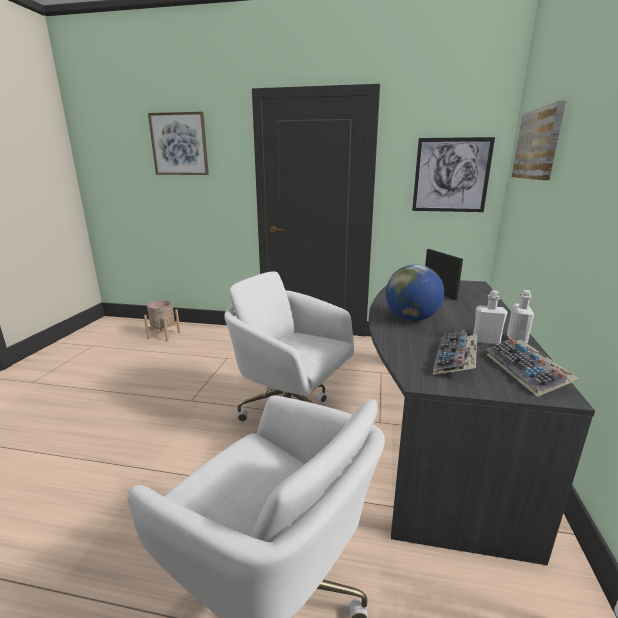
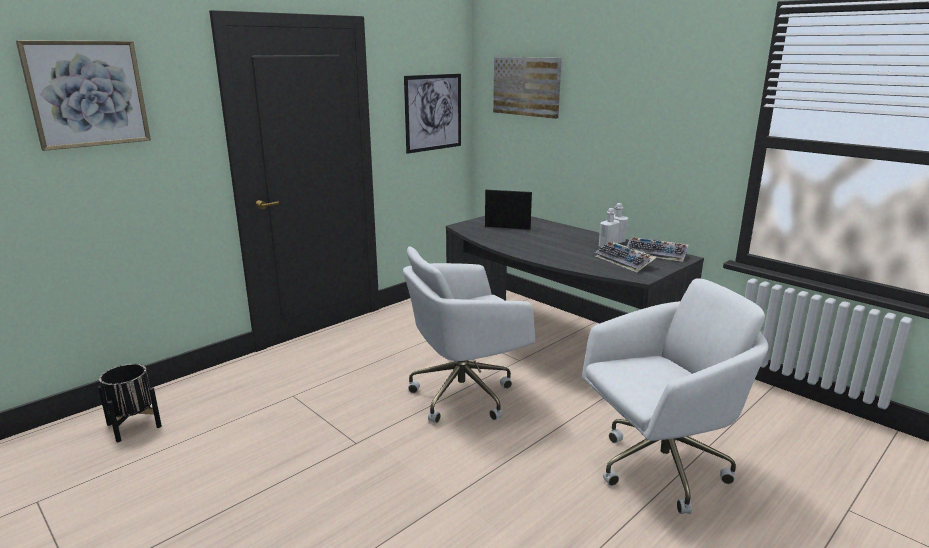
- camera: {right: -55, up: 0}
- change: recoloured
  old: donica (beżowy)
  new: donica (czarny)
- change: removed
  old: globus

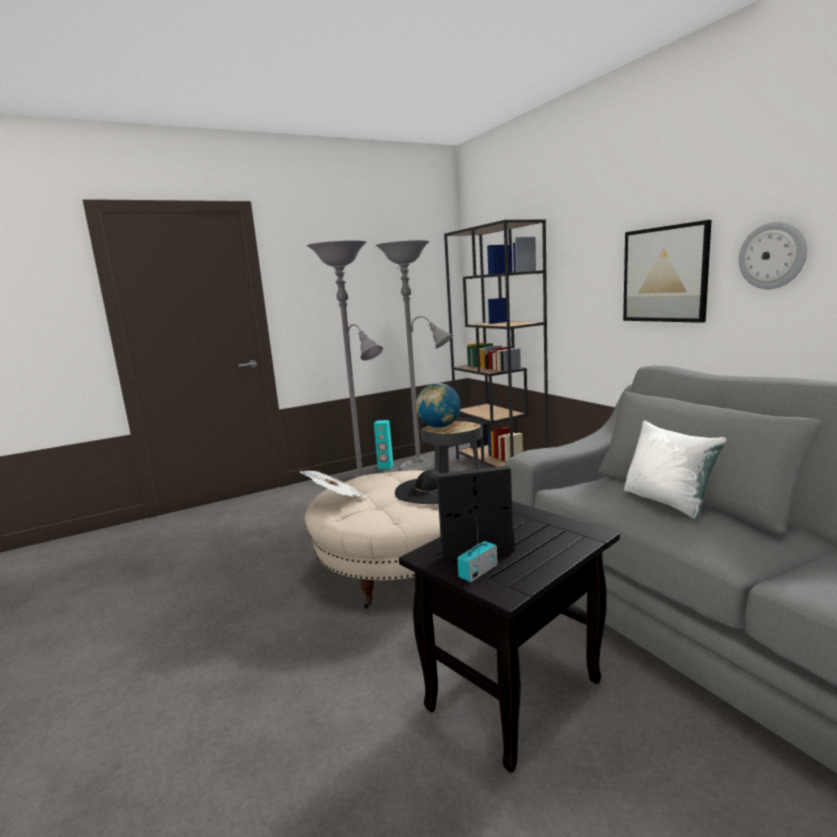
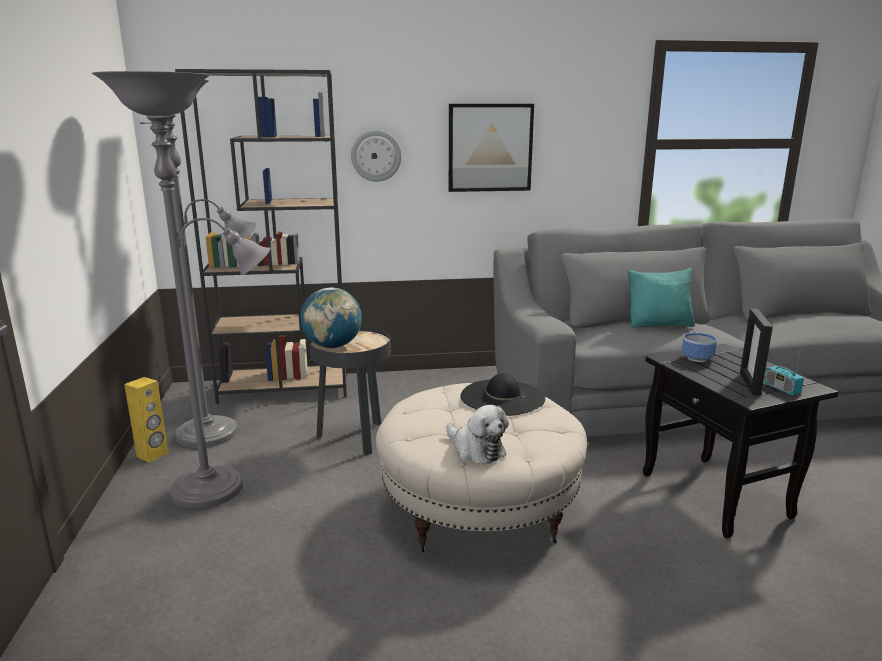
- camera: {right: -70, up: 5}
- change: recoloured
  old: głośnik (turkusowy)
  new: głośnik (żółty)
- change: moved
  old: zegar ścienny
- change: replaced
  old: gazeta
  new: pluszak
- change: recoloured
  old: poduszka (biały)
  new: poduszka (turkusowy)
- change: added
  new: miska

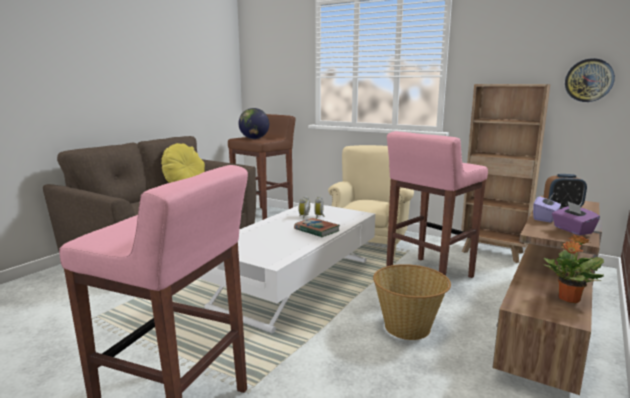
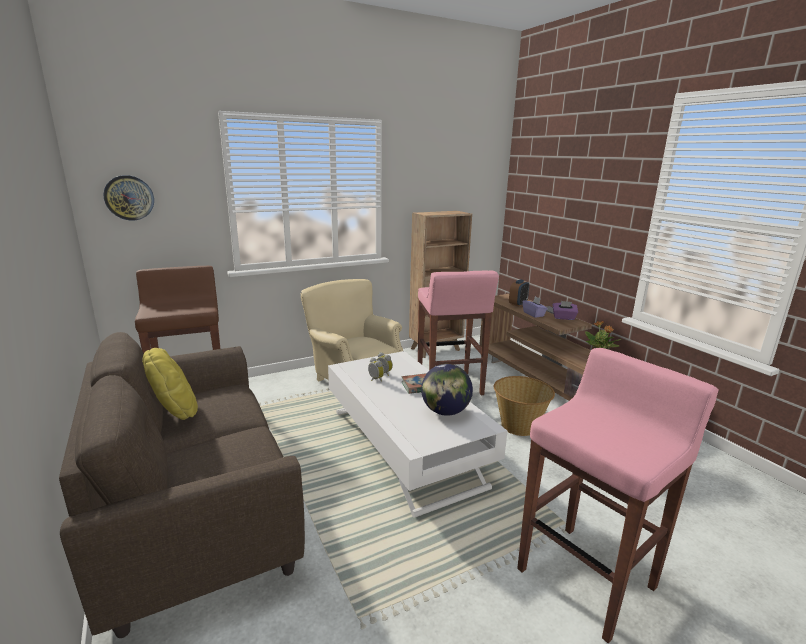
- camera: {right: -60, up: 5}
- change: moved
  old: zegar ścienny
- change: moved
  old: globus

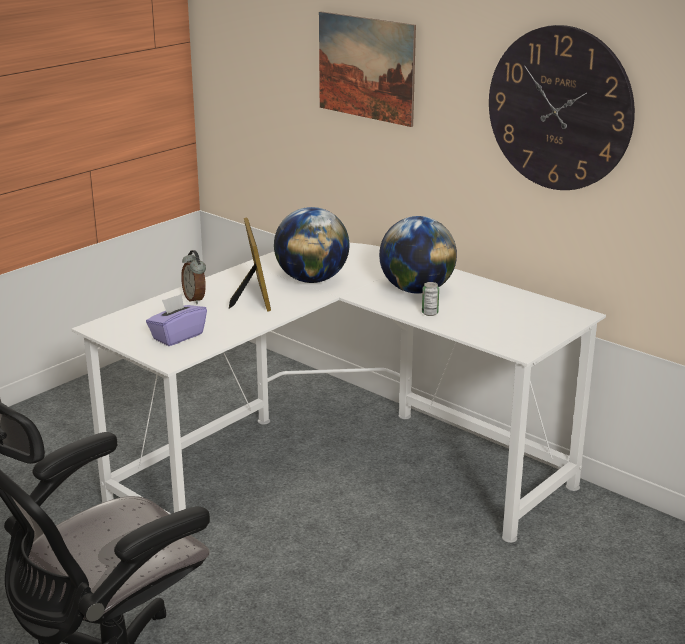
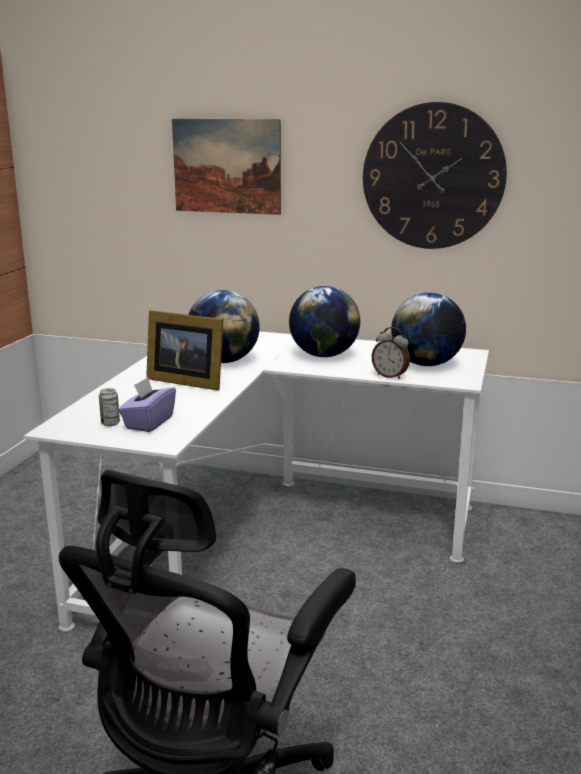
- camera: {right: -25, up: -5}
- change: moved
  old: puszka
- change: turned
  old: ramka na zdjęcie
  degrees: 150
- change: moved
  old: budzik
- change: added
  new: globus (3rd from left)

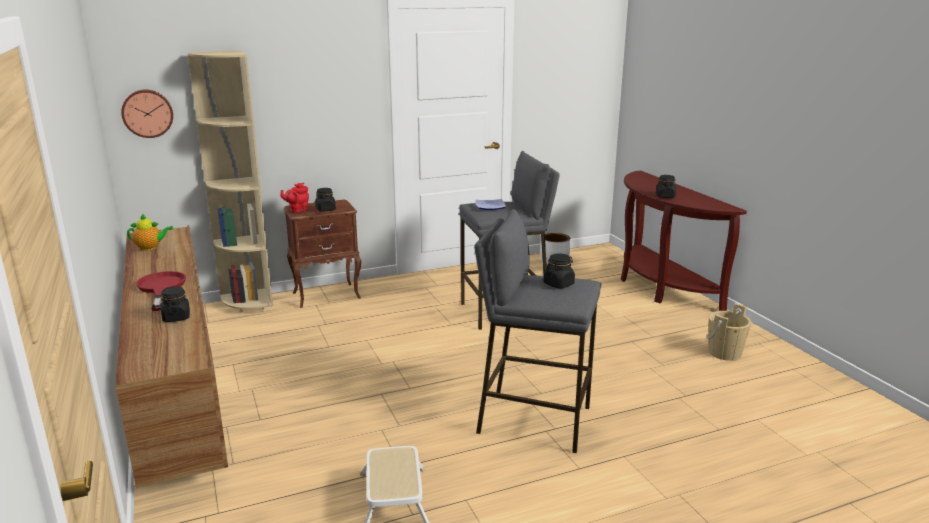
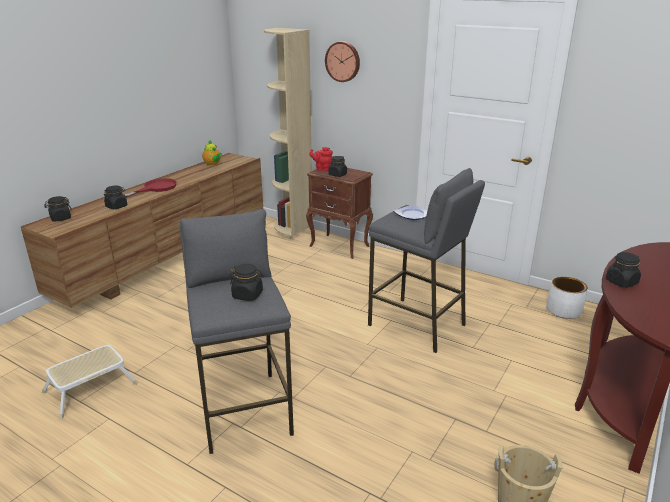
- camera: {right: 55, up: 5}
- change: added
  new: słoik (czarny) (1st from left)
- change: moved
  old: zegar ścienny

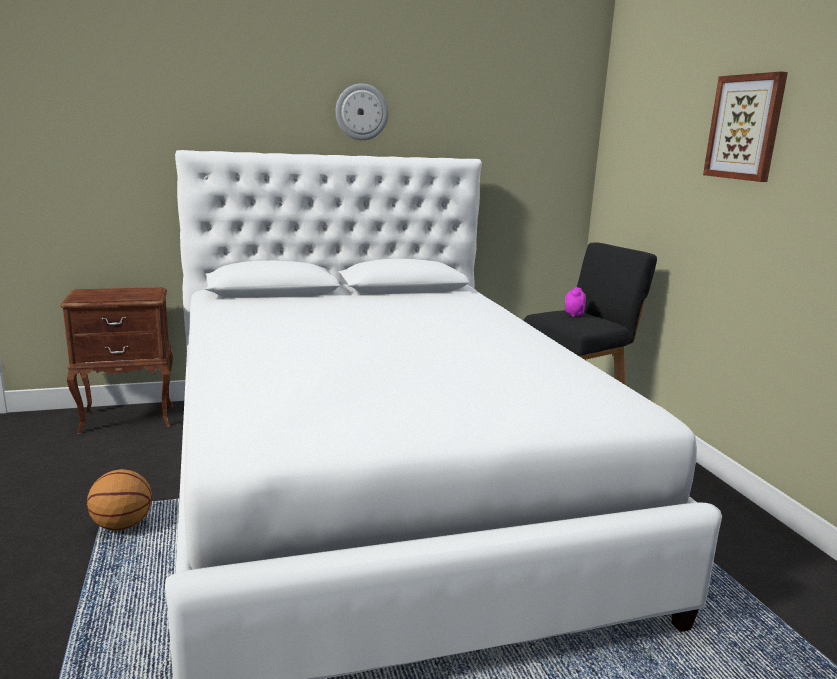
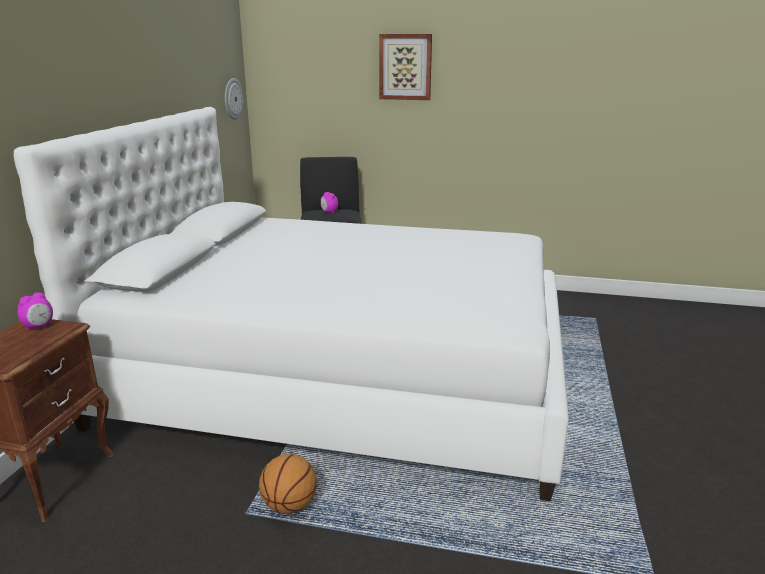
- camera: {right: -60, up: 5}
- change: added
  new: budzik (1st from left)
- change: moved
  old: zegar ścienny

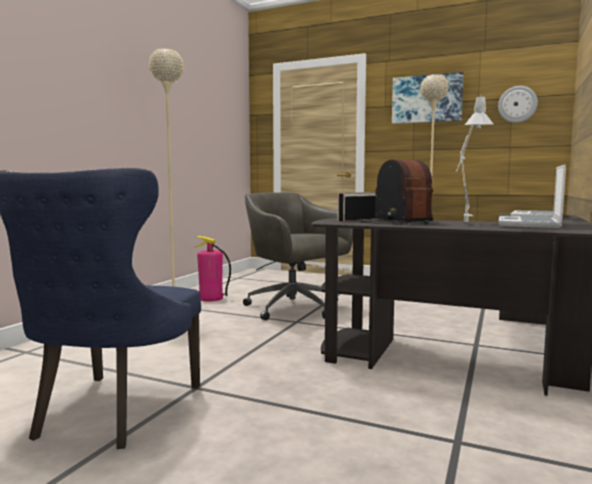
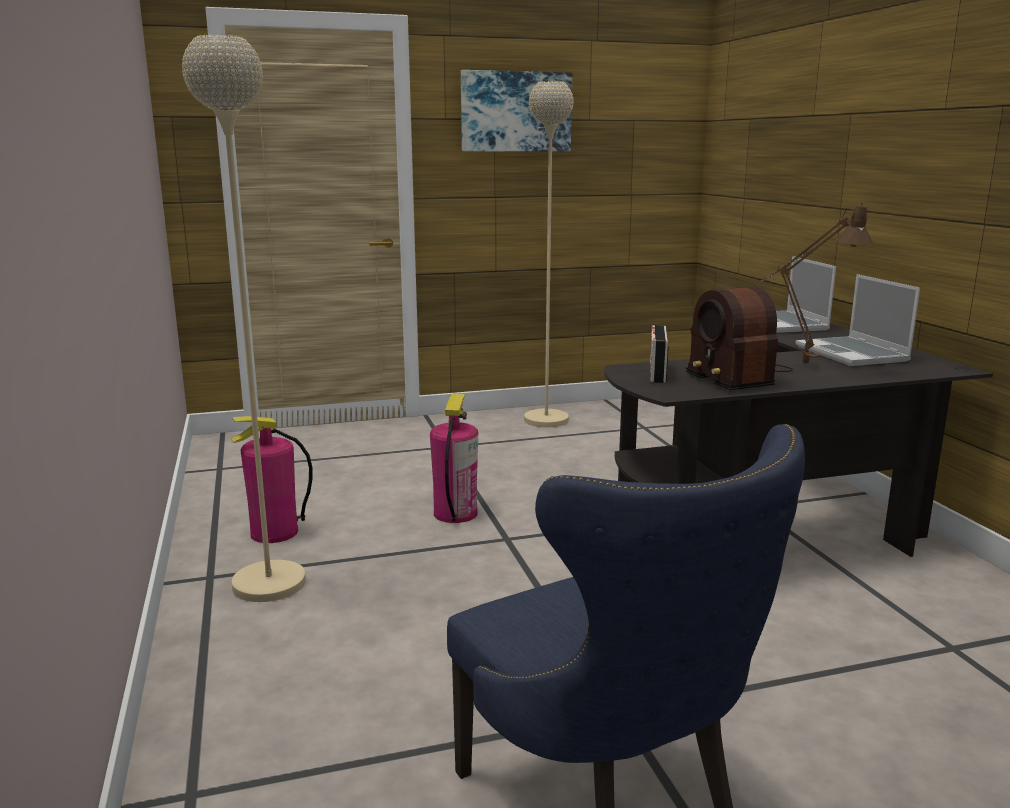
- camera: {right: -40, up: 10}
- change: replaced
  old: krzesło biurowe (szary)
  new: gaśnica (2nd from left)
- change: turned
  old: radio (2nd from left)
  degrees: -135
- change: recoloured
  old: lampa stołowa (szary)
  new: lampa stołowa (brązowy)
- change: removed
  old: zegar ścienny

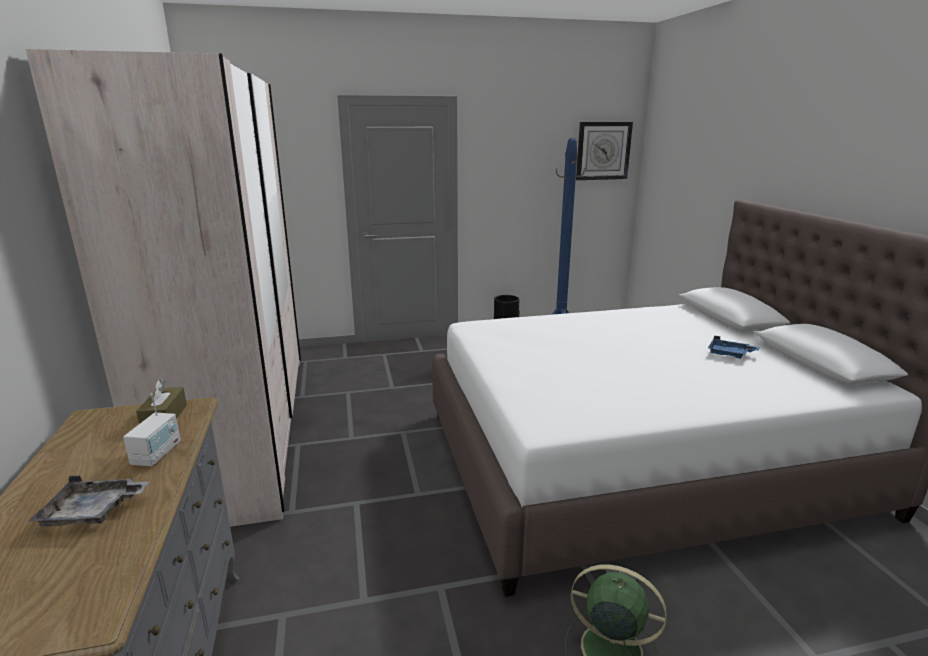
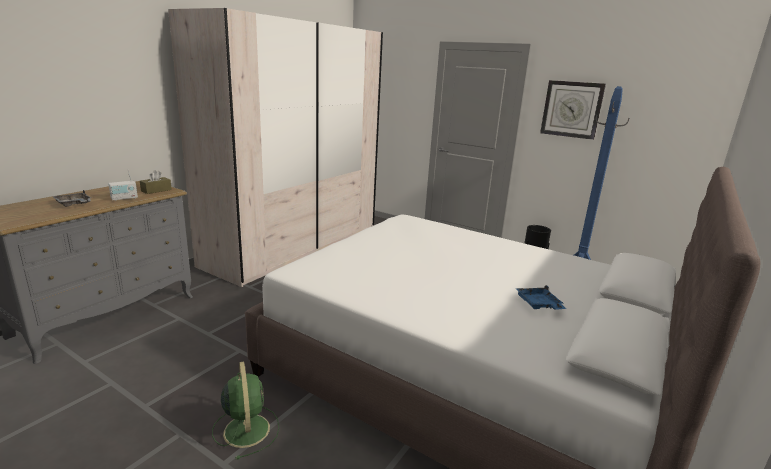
- camera: {right: 45, up: 0}
- change: moved
  old: zegar ścienny

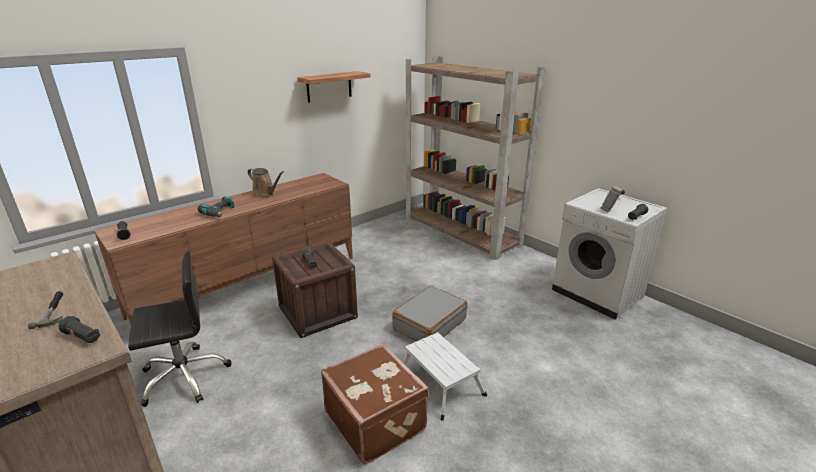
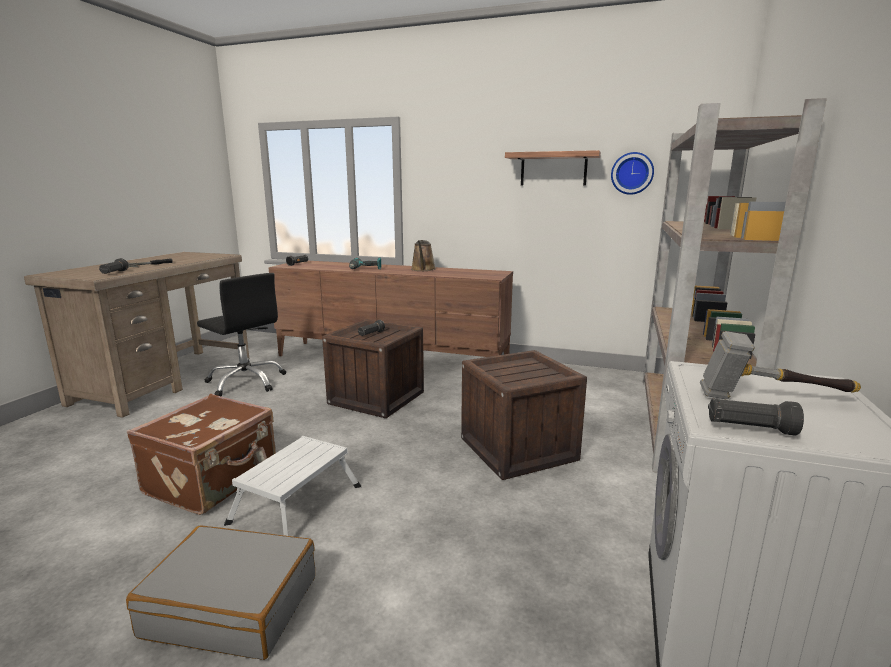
- camera: {right: 60, up: -10}
- change: moved
  old: walizka (szary)
- change: added
  new: skrzynka (2nd from left)
- change: added
  new: zegar ścienny

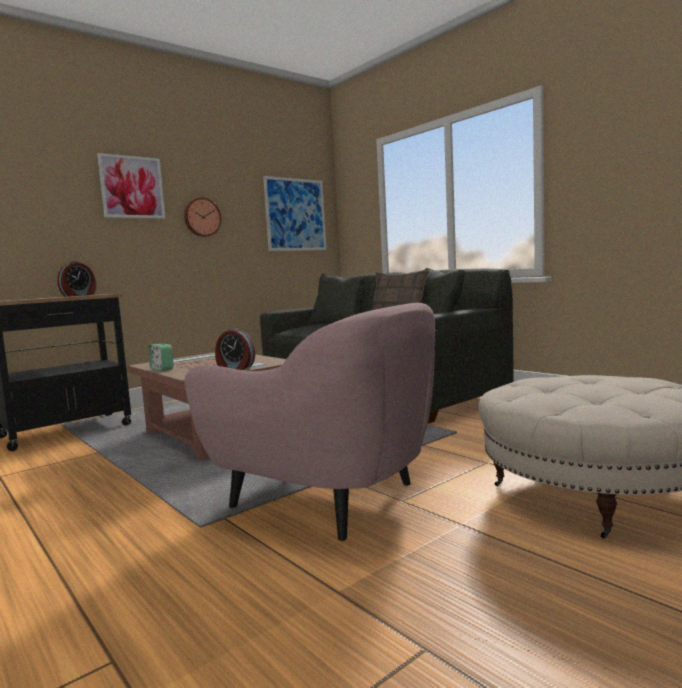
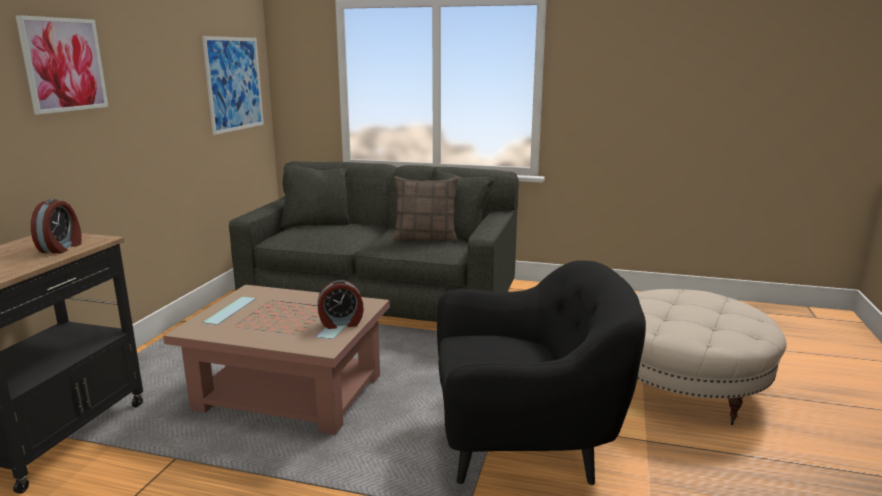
- camera: {right: -35, up: 10}
- change: recoloured
  old: fotel (różowy)
  new: fotel (czarny)
- change: removed
  old: budzik (2nd from left)
- change: removed
  old: zegar ścienny

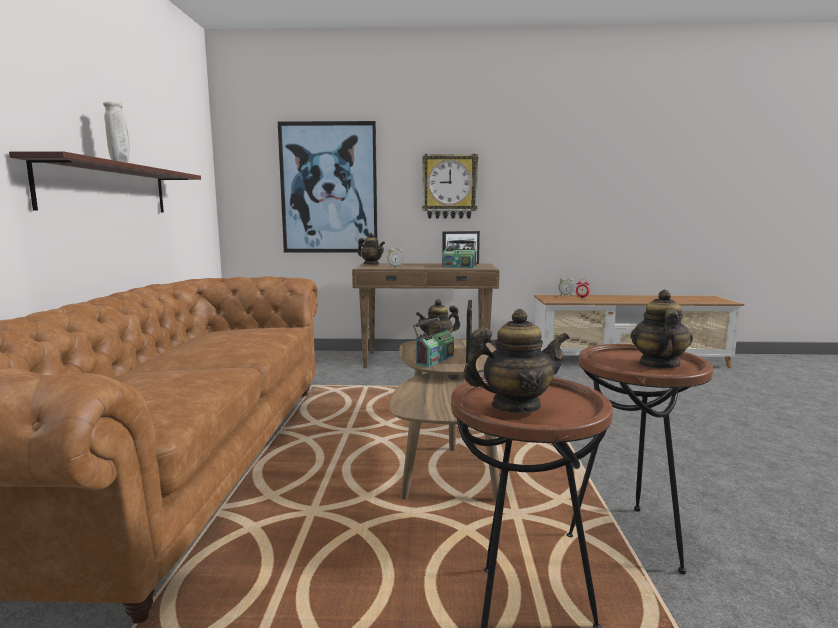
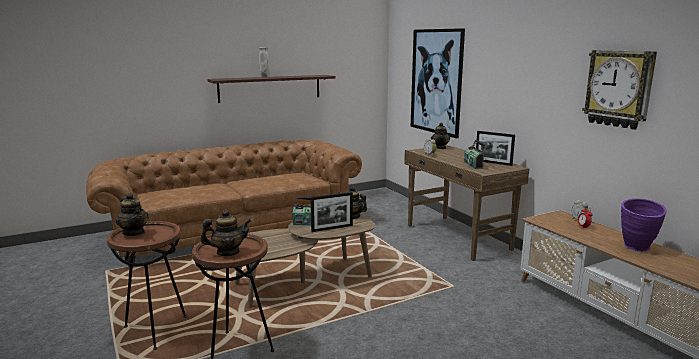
- camera: {right: 60, up: 5}
- change: moved
  old: zegar ścienny
- change: added
  new: wazon (fioletowy)

